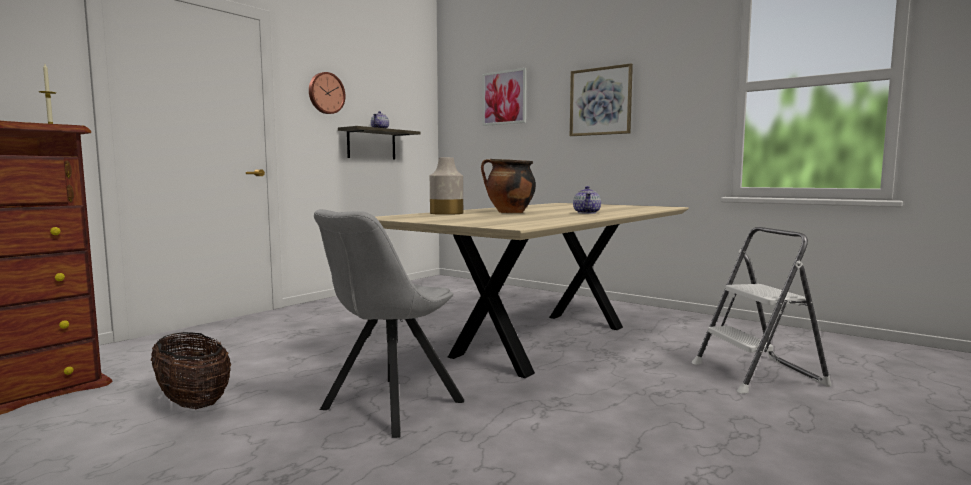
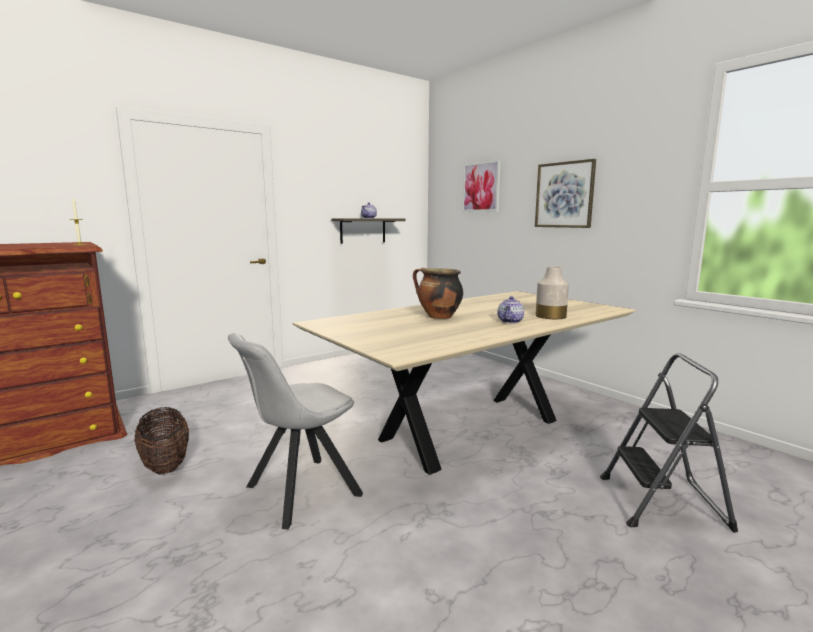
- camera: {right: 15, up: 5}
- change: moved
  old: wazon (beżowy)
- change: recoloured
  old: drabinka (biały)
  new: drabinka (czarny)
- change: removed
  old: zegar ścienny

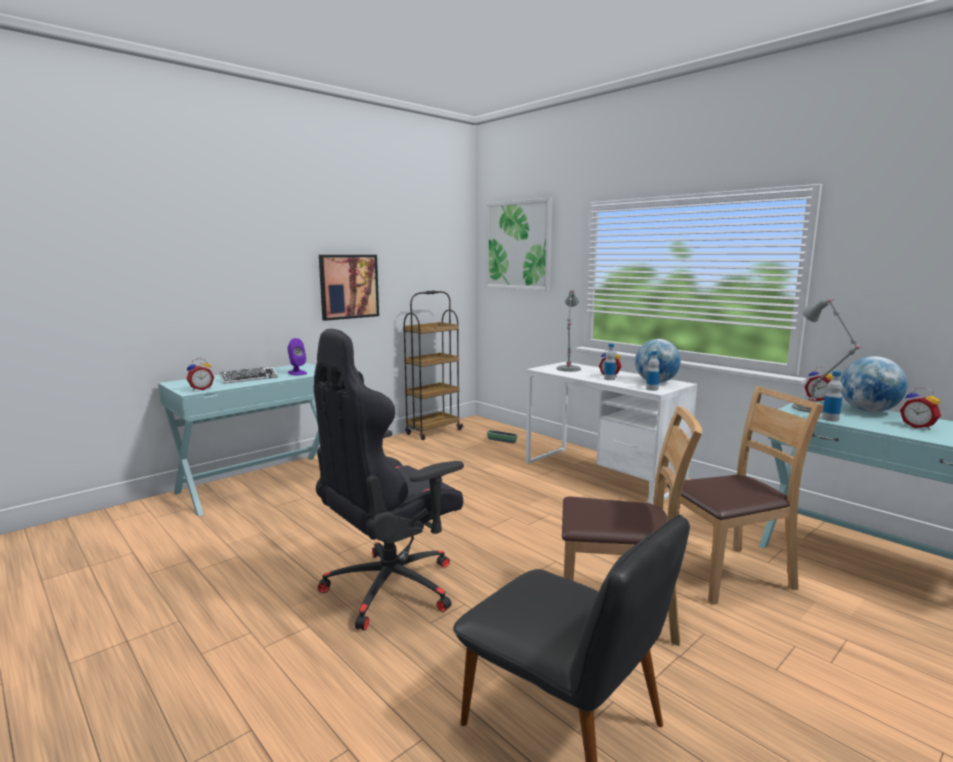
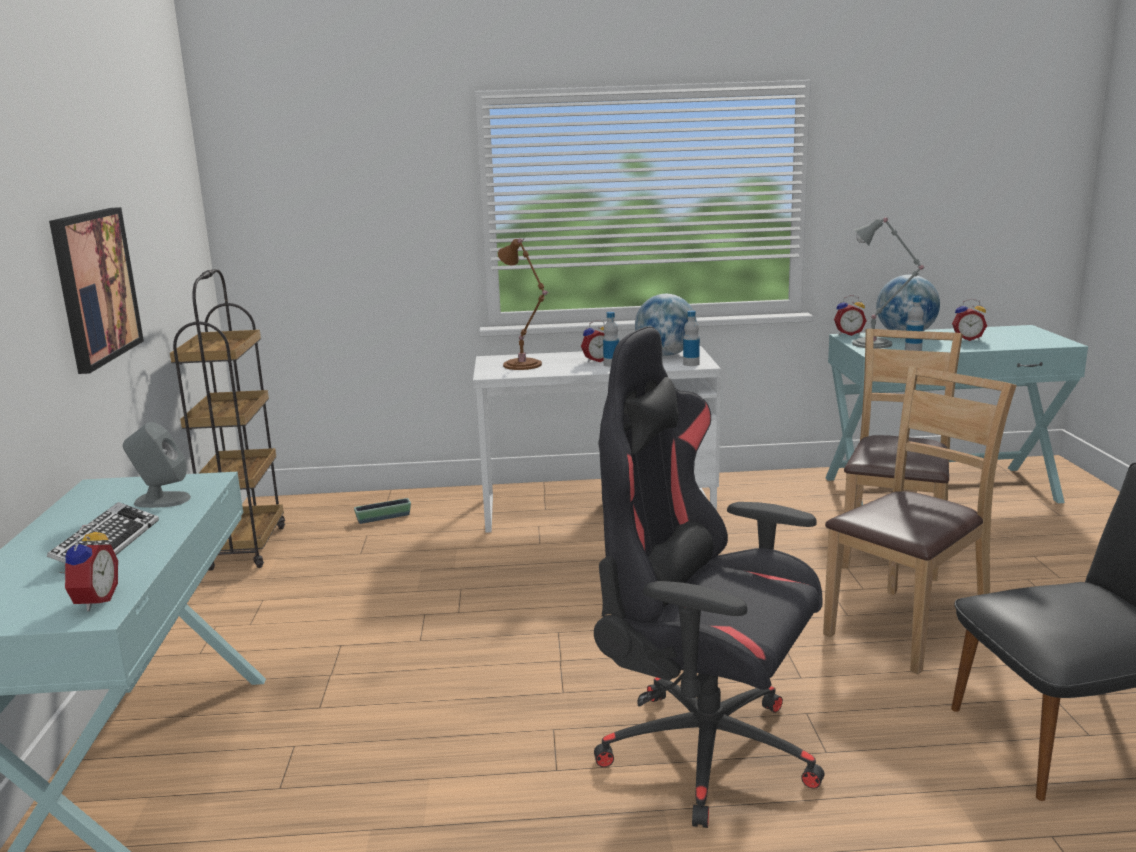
- camera: {right: -50, up: 5}
- change: recoloured
  old: głośnik (fioletowy)
  new: głośnik (szary)
- change: recoloured
  old: lampa stołowa (szary) (1st from left)
  new: lampa stołowa (brązowy)
- change: turned
  old: krzesło biurowe (czarny)
  degrees: 120
- change: removed
  old: obraz (2nd from left)

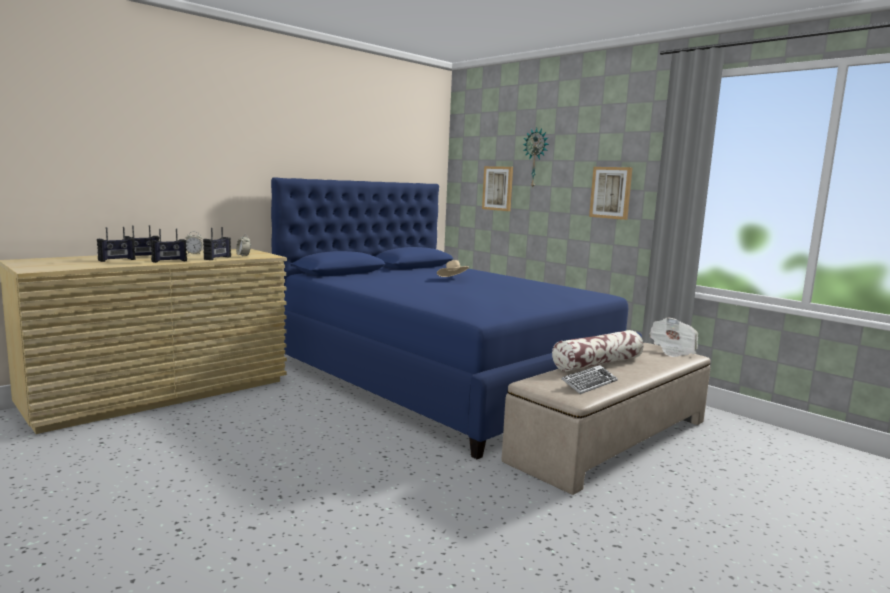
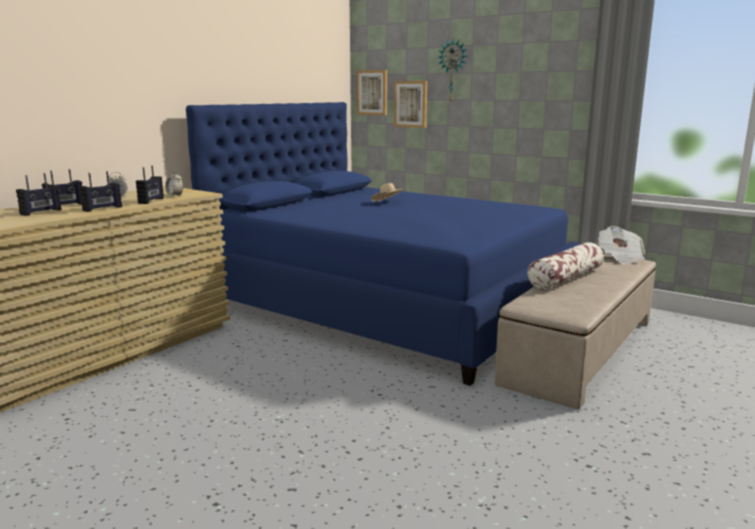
- camera: {right: -10, up: 5}
- change: moved
  old: obraz (2nd from left in the first image)
  new: obraz (1st from left)
- change: removed
  old: klawiatura

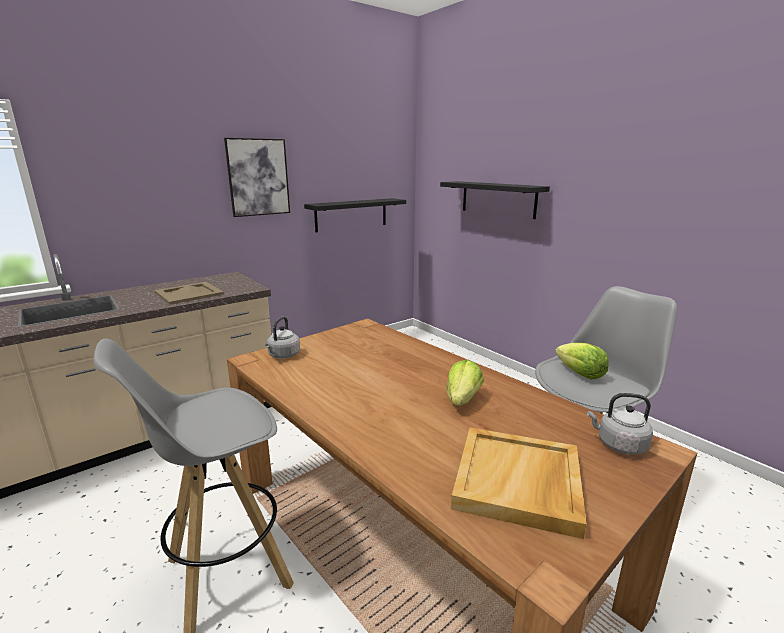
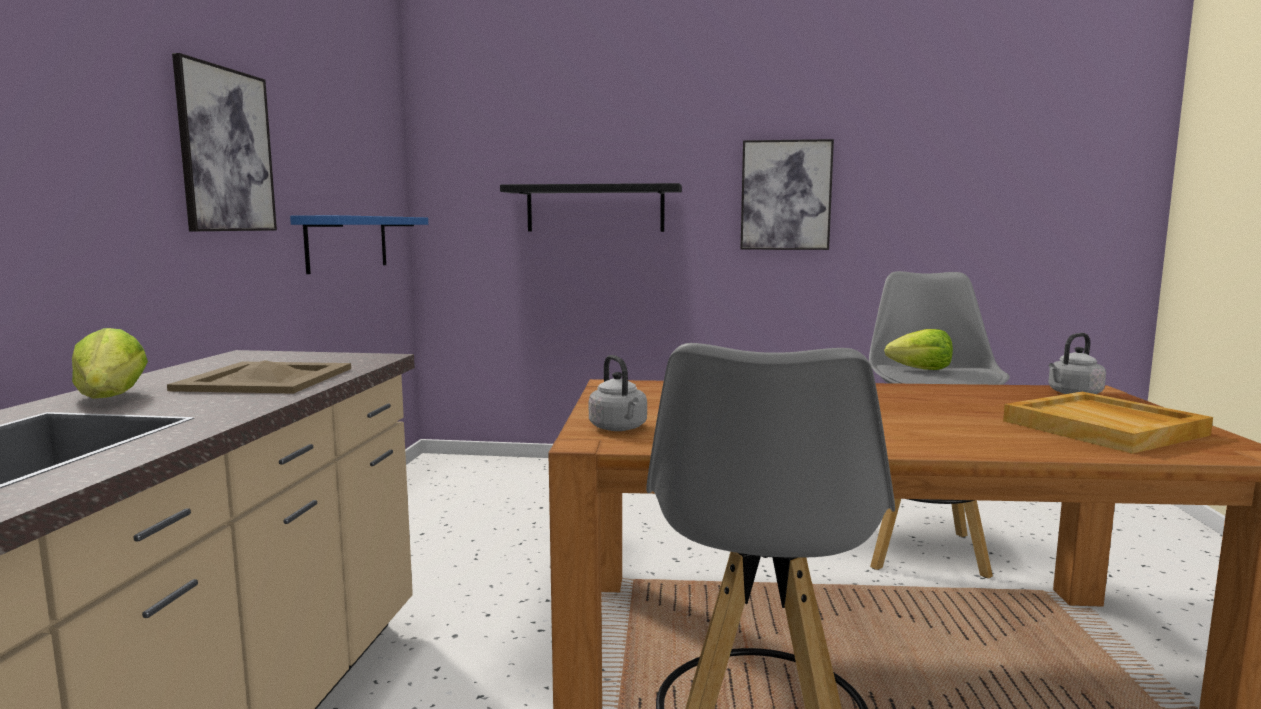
- camera: {right: -45, up: -10}
- change: moved
  old: sałata (1st from left)
- change: recoloured
  old: półka (czarny) (1st from left)
  new: półka (niebieski)
- change: added
  new: obraz (2nd from left)

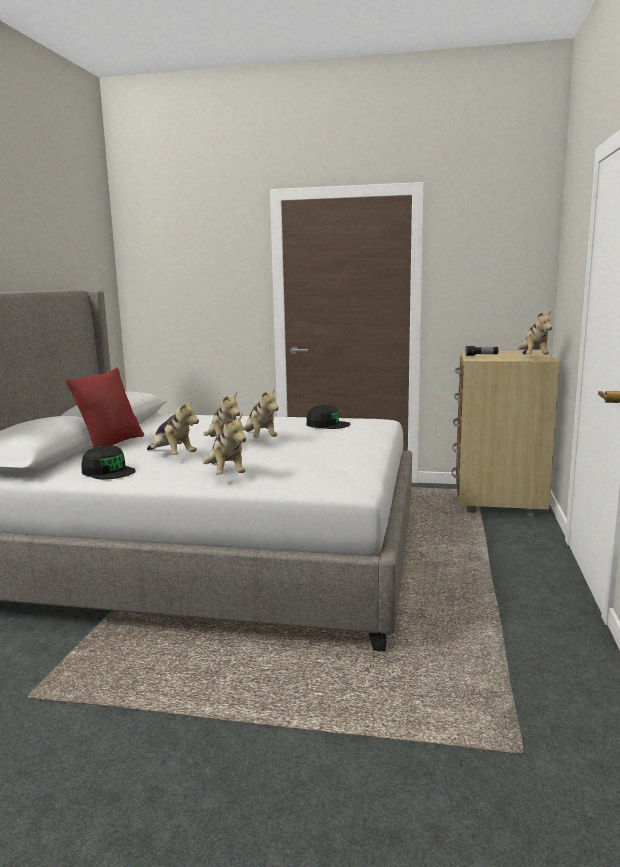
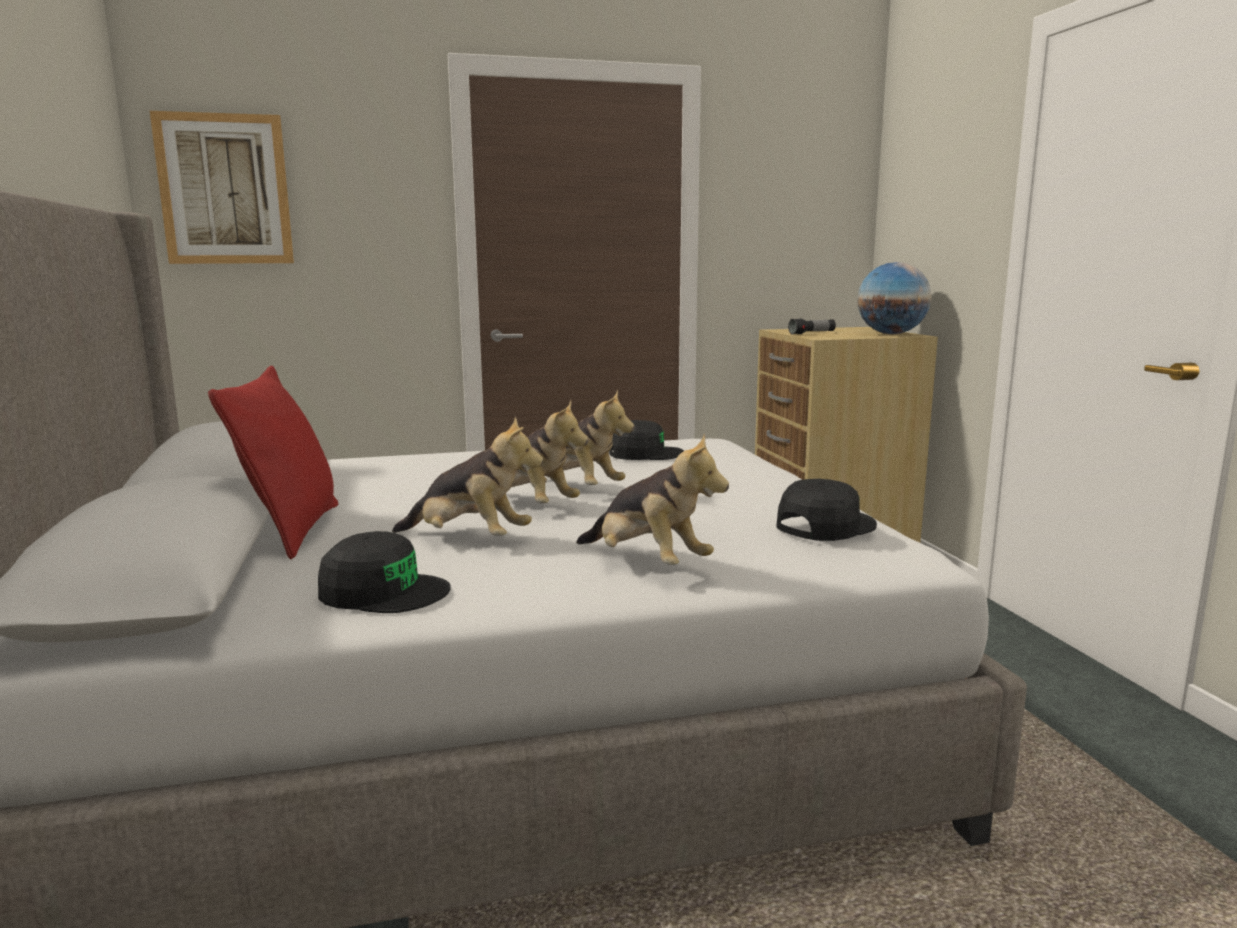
- camera: {right: -25, up: 0}
- change: added
  new: obraz
- change: added
  new: czapka z daszkiem (czarny) (3rd from left)
- change: replaced
  old: pluszak (5th from left)
  new: globus

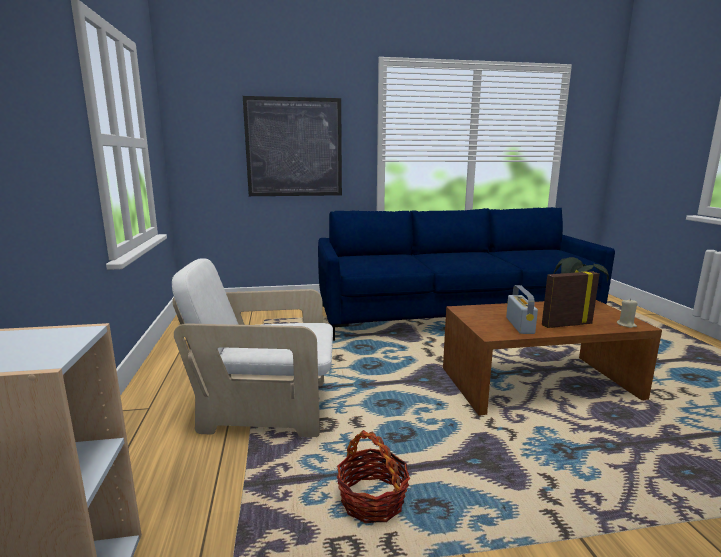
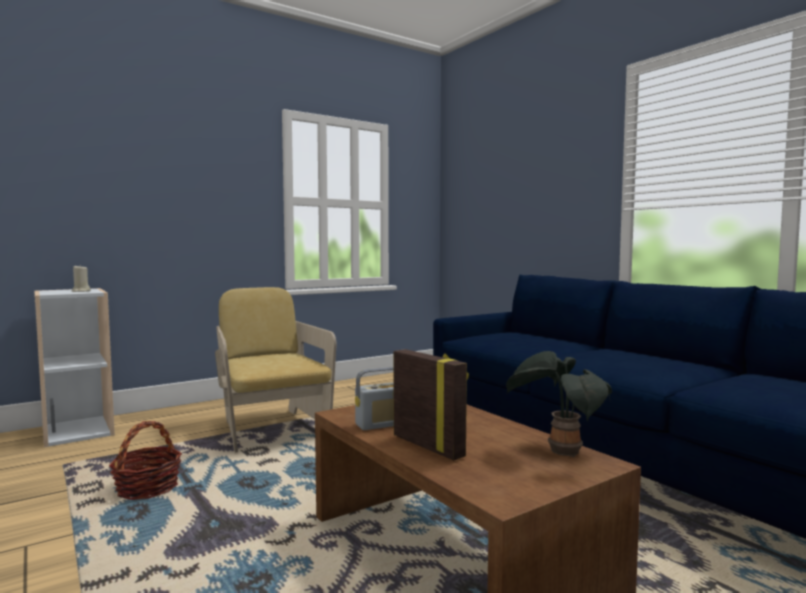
- camera: {right: 65, up: -10}
- change: moved
  old: świeca (beżowy)
- change: recoloured
  old: fotel (biały)
  new: fotel (żółty)
- change: removed
  old: obraz

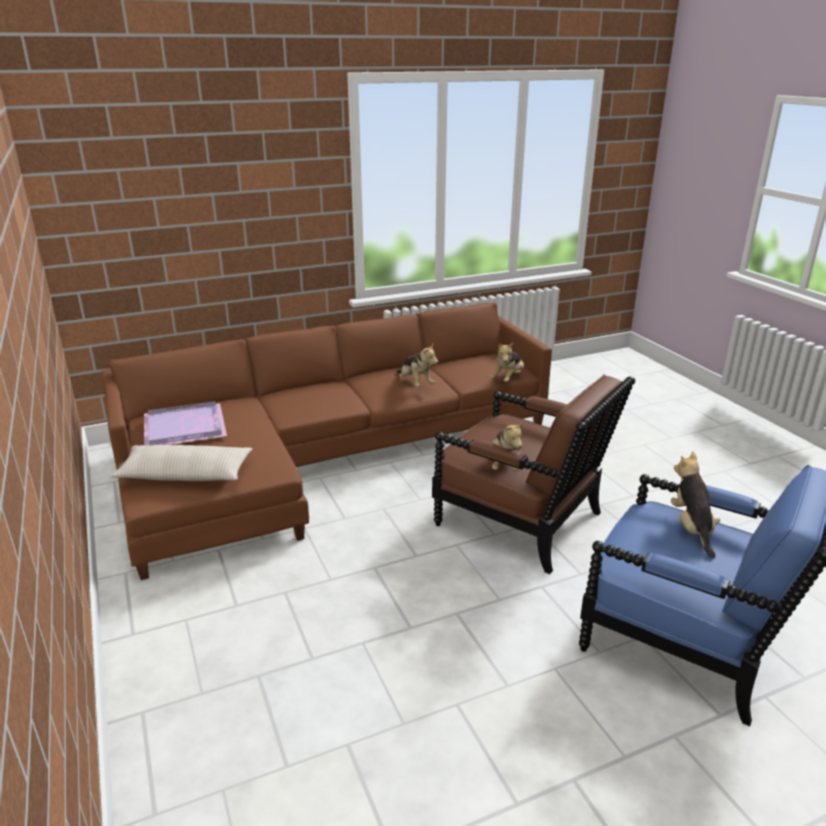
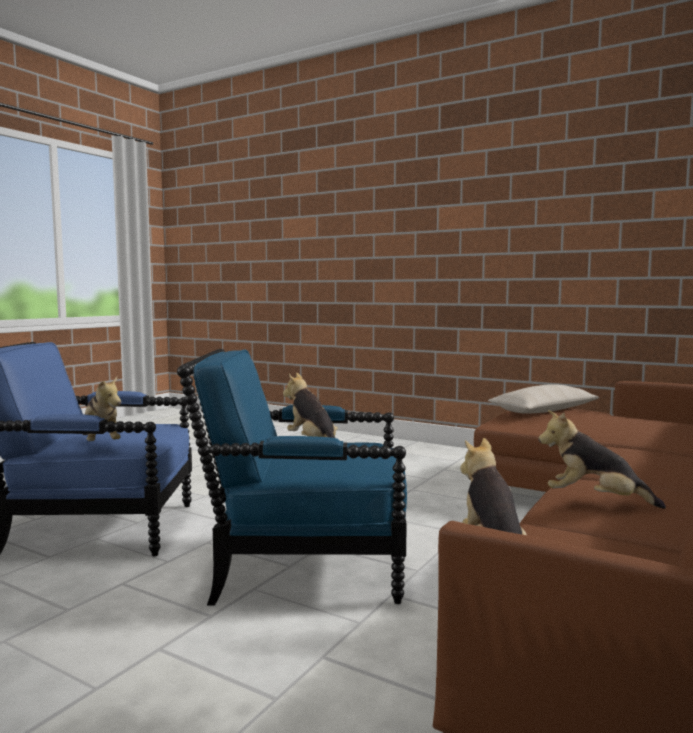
- camera: {right: 145, up: -20}
- change: recoloured
  old: fotel (brązowy)
  new: fotel (niebieski) (2nd from left)
- change: removed
  old: taca (fioletowy)

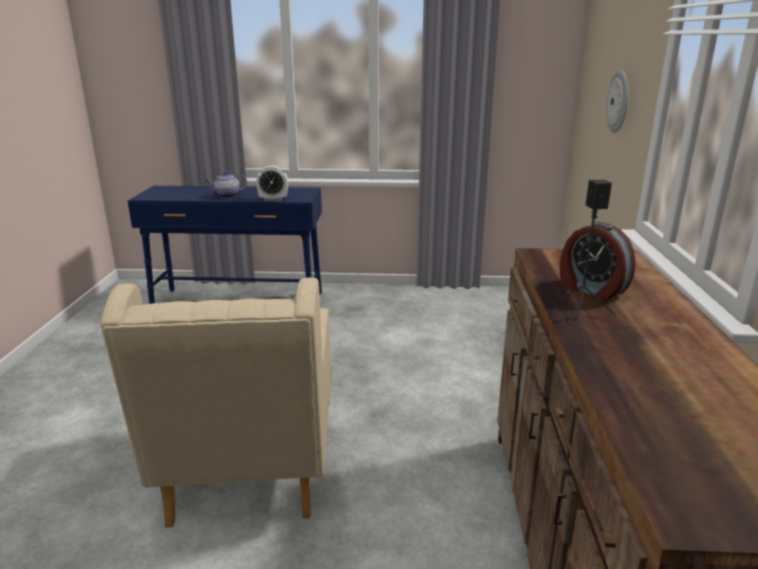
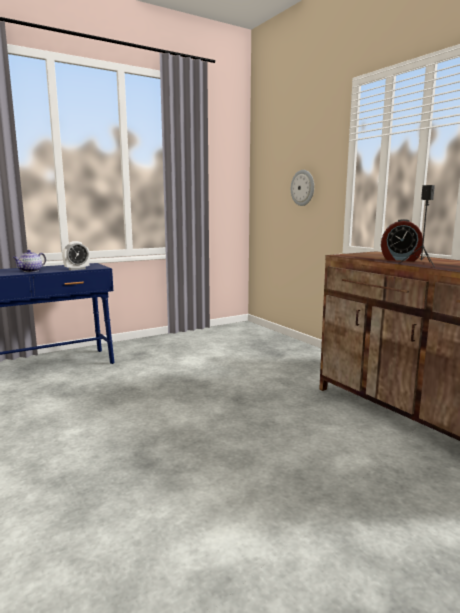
- camera: {right: -35, up: -10}
- change: removed
  old: fotel (beżowy)

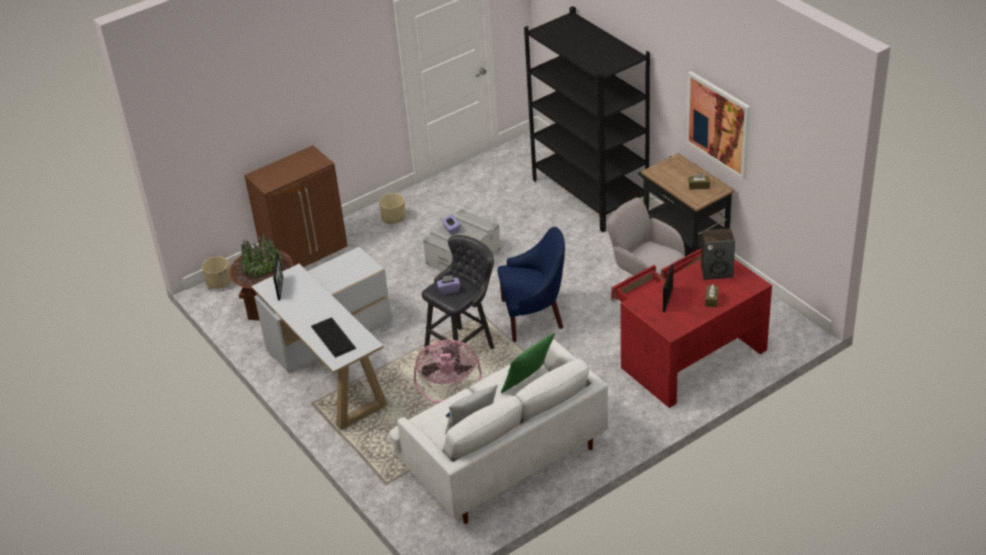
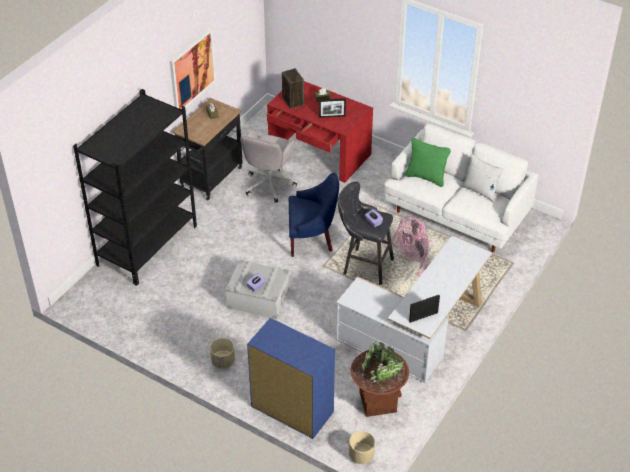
- camera: {right: -115, up: 5}
- change: recoloured
  old: szafka (brązowy)
  new: szafka (niebieski)
- change: turned
  old: fotel (niebieski)
  degrees: 120
- change: removed
  old: klawiatura

